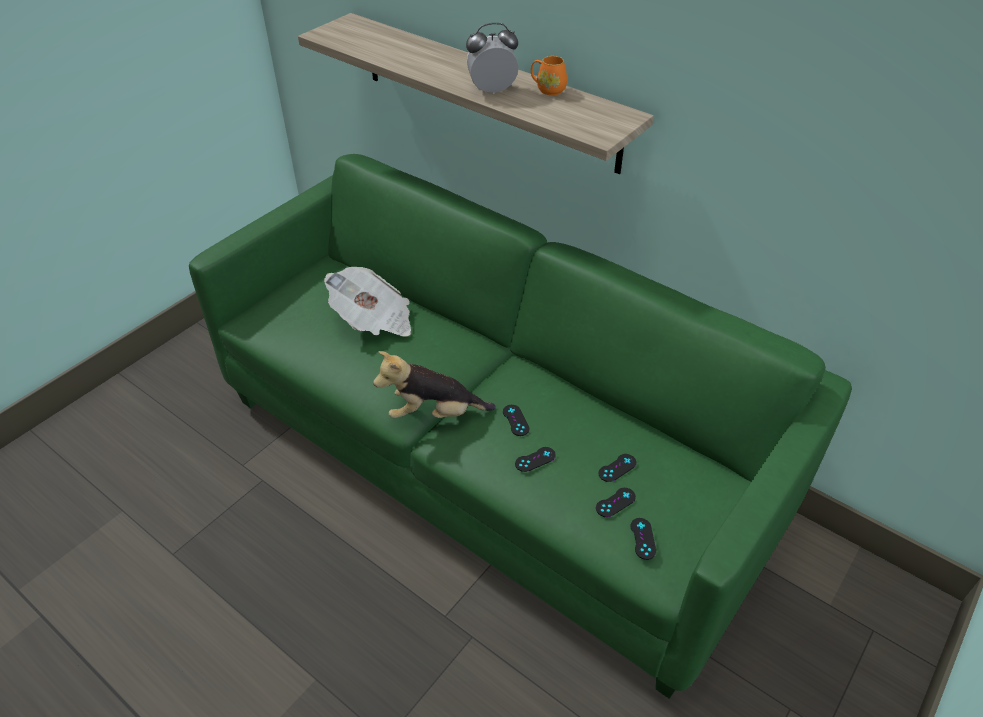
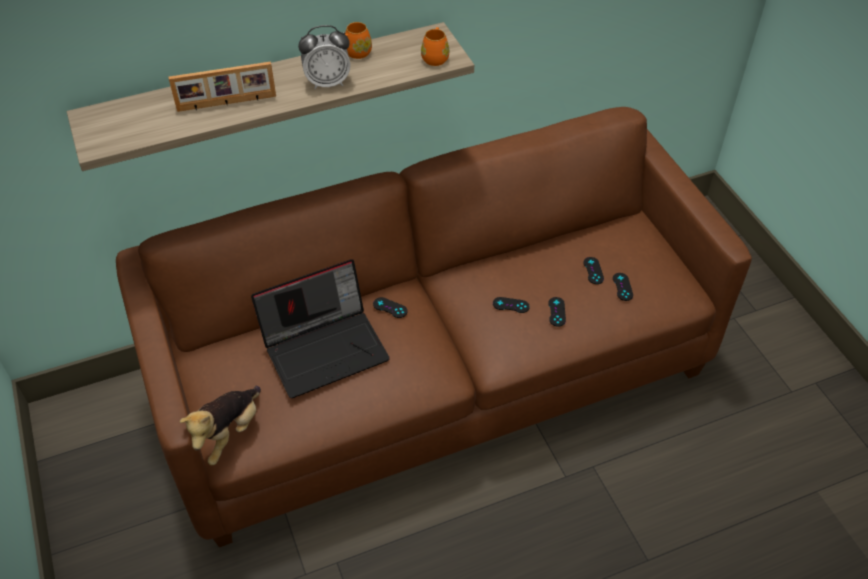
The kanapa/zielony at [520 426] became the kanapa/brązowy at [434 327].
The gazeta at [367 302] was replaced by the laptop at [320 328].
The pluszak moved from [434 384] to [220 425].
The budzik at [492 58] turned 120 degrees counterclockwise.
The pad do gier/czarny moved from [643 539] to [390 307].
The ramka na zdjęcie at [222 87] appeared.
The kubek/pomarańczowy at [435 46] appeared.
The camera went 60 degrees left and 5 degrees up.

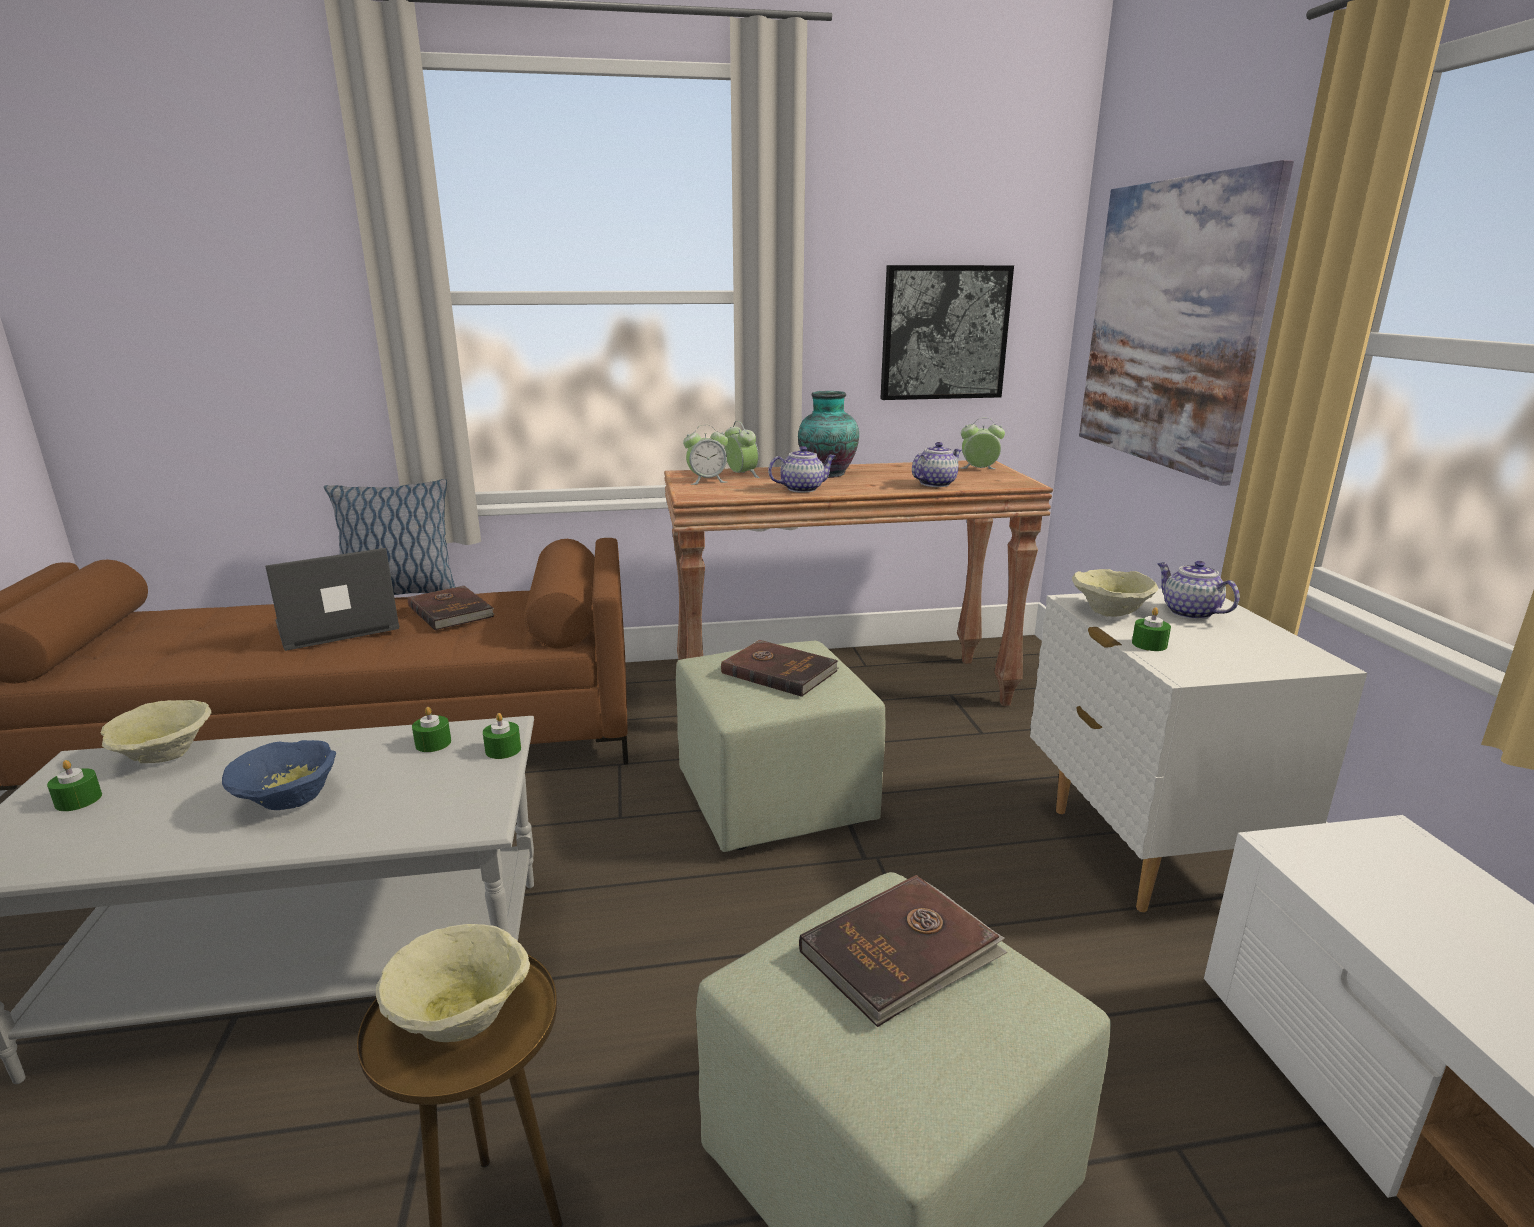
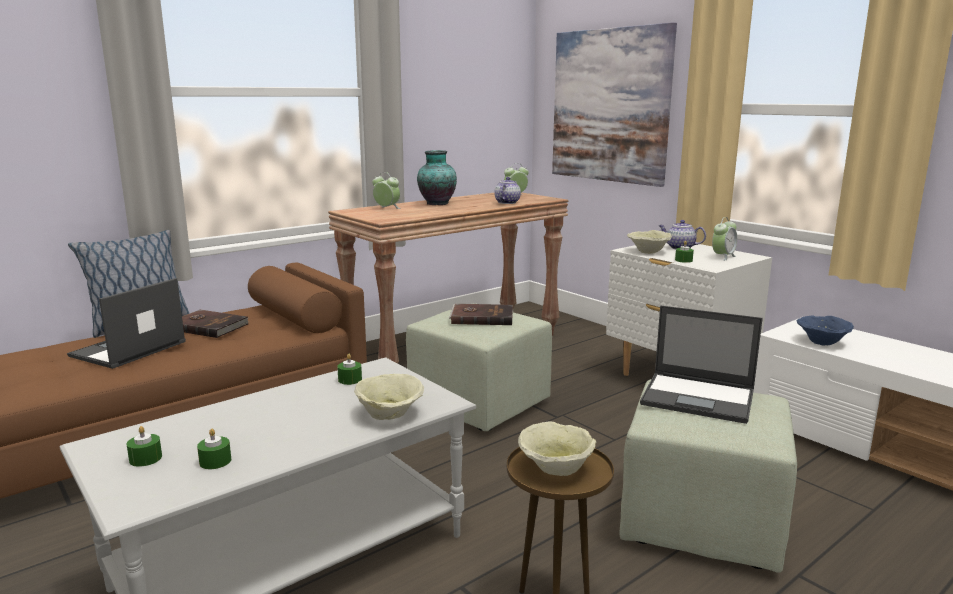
The miska/beżowy moved from [156 731] to [389 397].
The miska/niebieski moved from [279 775] to [825 331].
The świeca/zielony moved from [502 736] to [214 449].
The budzik moved from [705 455] to [724 239].
The imbryk at [802 469] disappeared.
The książka/brązowy at [903 951] was replaced by the laptop at [701 364].
The obraz at [947 332] disappeared.
The camera went 30 degrees left and 5 degrees down.

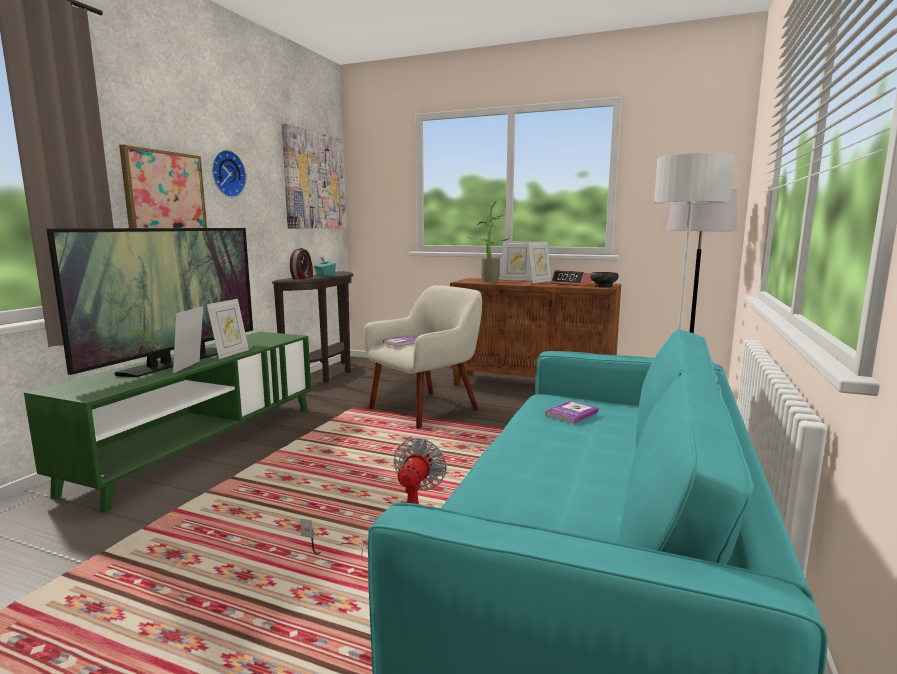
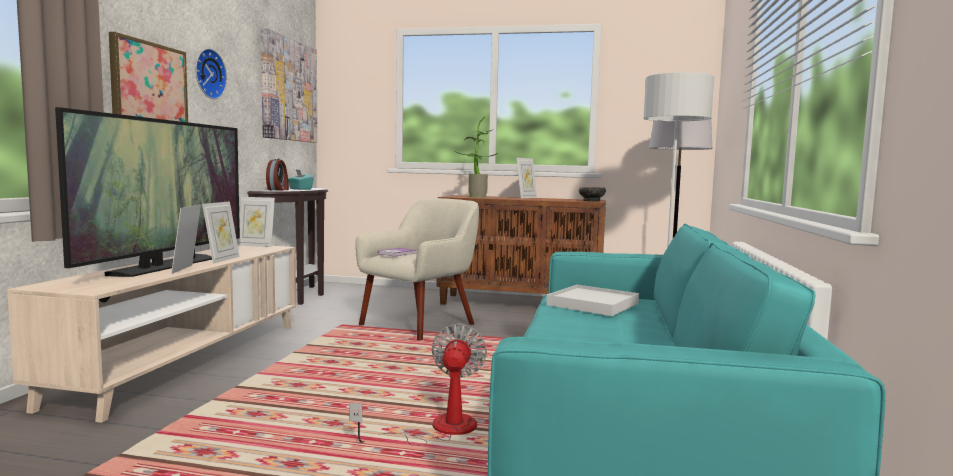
The szafka pod telewizor/zielony at [167 422] became the szafka pod telewizor/beżowy at [151 334].
The ramka na zdjęcie moved from [517 261] to [256 222].
The książka at [571 412] was replaced by the taca/biały at [592 300].
The budzik at [571 278] disappeared.
The camera went 10 degrees left and 5 degrees down.

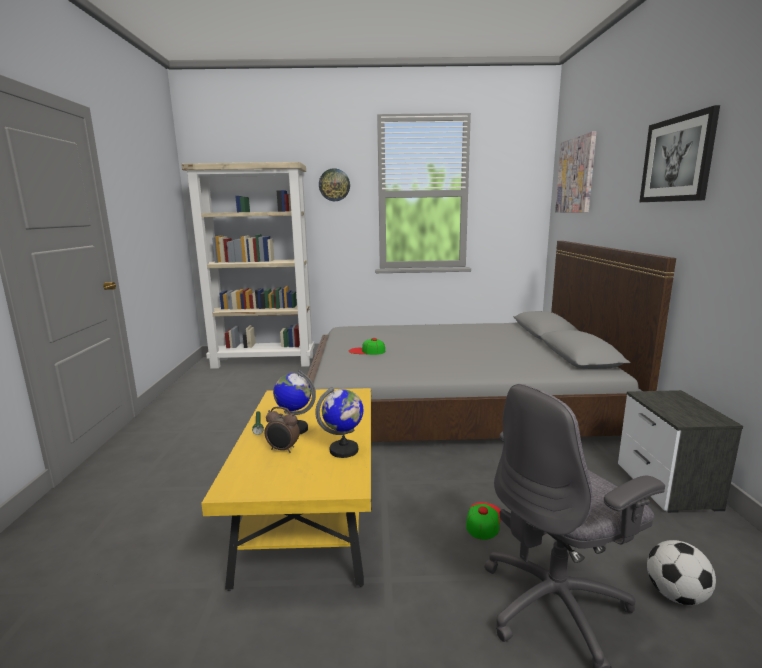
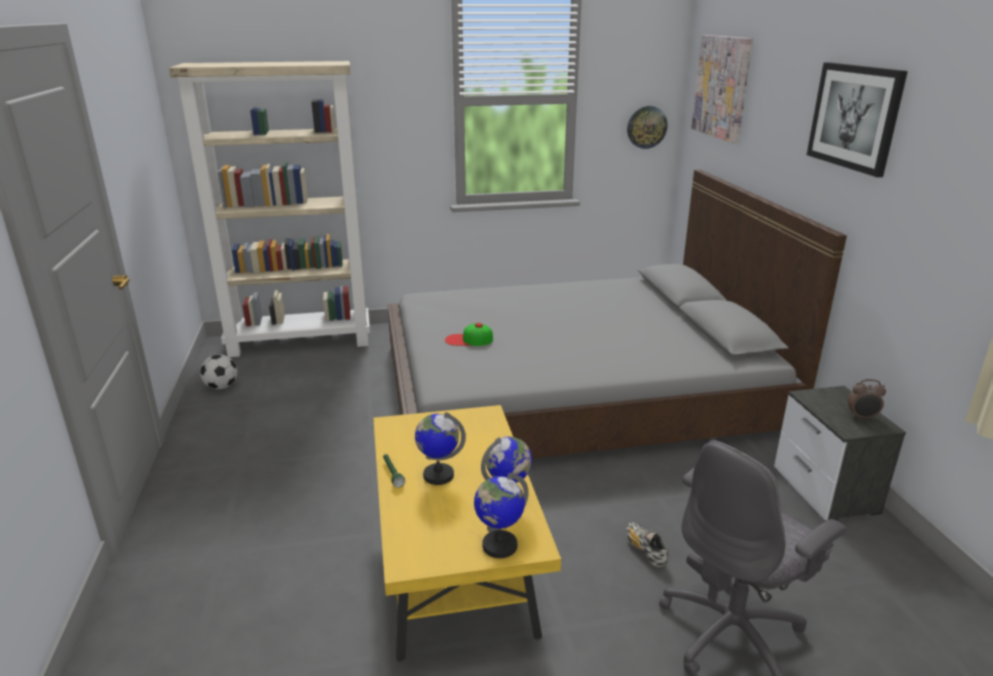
The budzik moved from [282 430] to [866 399].
The zegar ścienny moved from [334 184] to [647 127].
The czapka z daszkiem at [483 521] was replaced by the but at [647 544].
The piłka futbolowa moved from [681 572] to [218 371].
The globus at [501 515] appeared.
The camera went 10 degrees left and 10 degrees up.

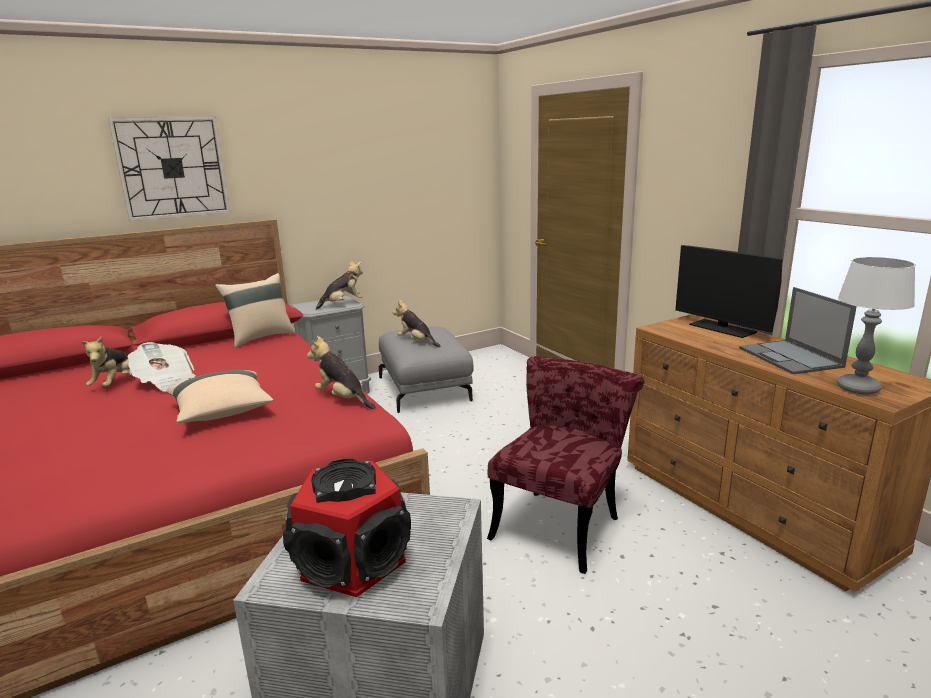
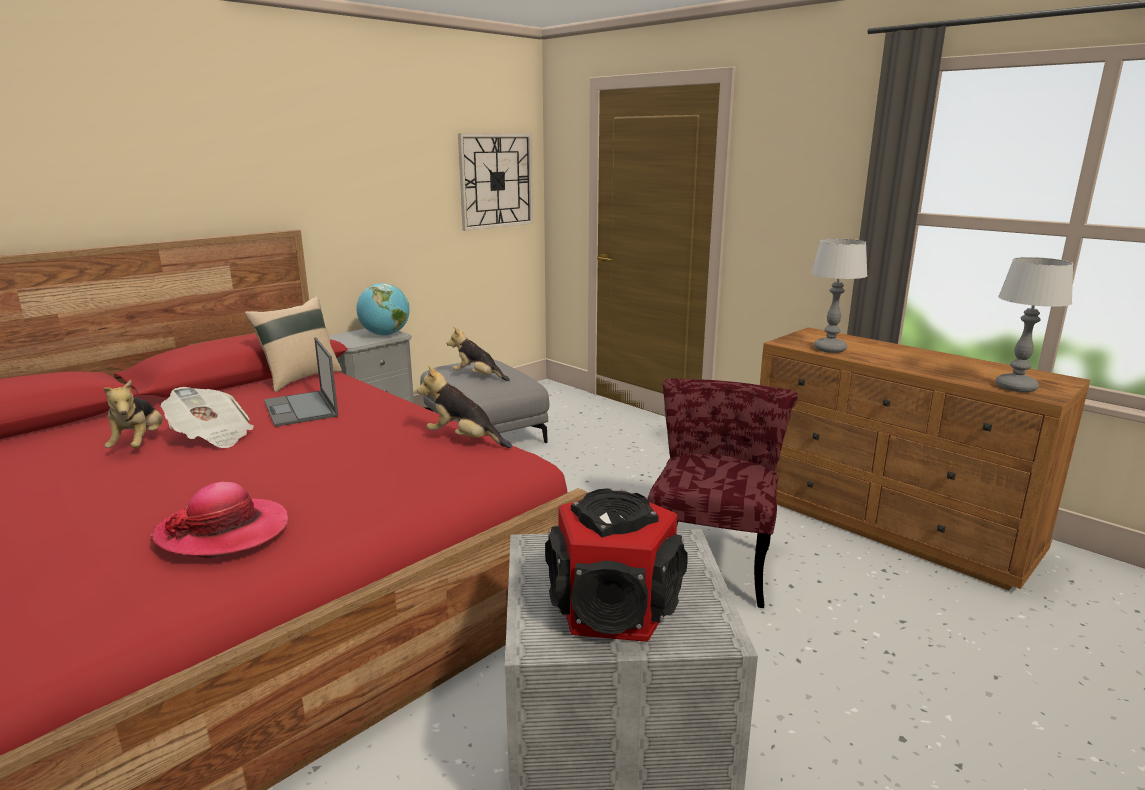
The zegar ścienny moved from [169 168] to [495 182].
The poduszka/beżowy at [220 396] disappeared.
The pluszak at [339 285] was replaced by the globus at [382 309].
The monitor at [729 291] disappeared.
The laptop moved from [798 330] to [301 382].
The kapelusz at [219 520] appeared.
The lampa stołowa at [839 296] appeared.
The camera went 15 degrees left and 0 degrees up.

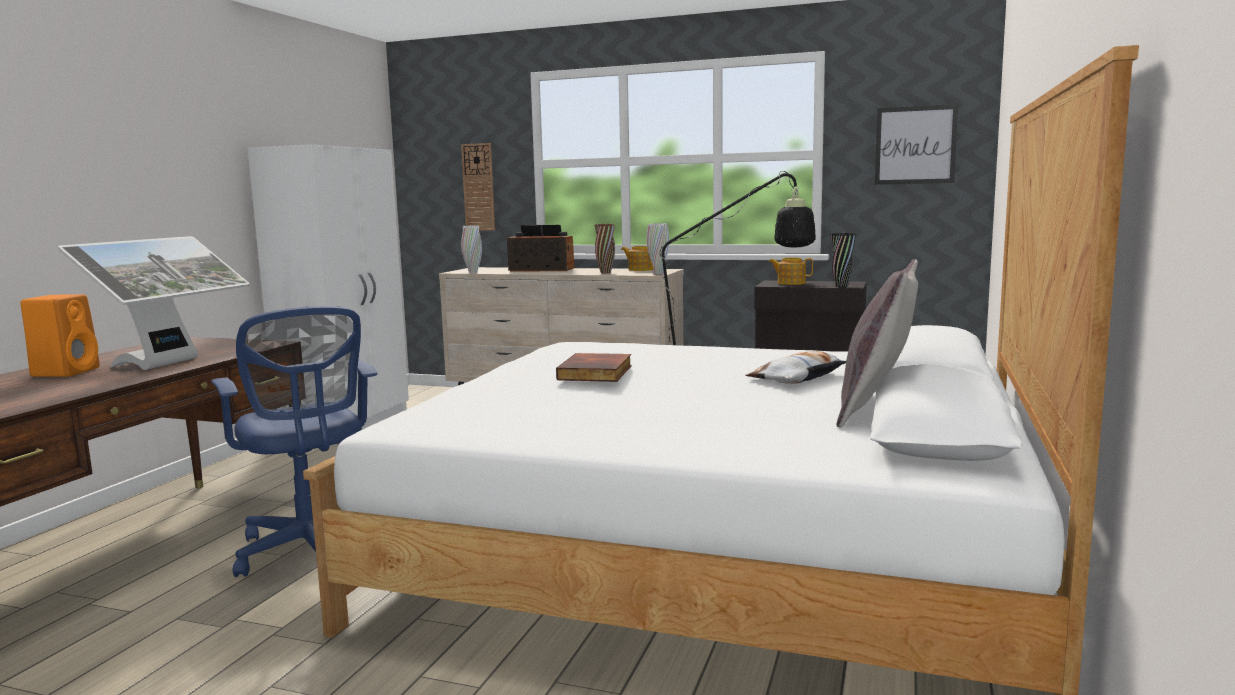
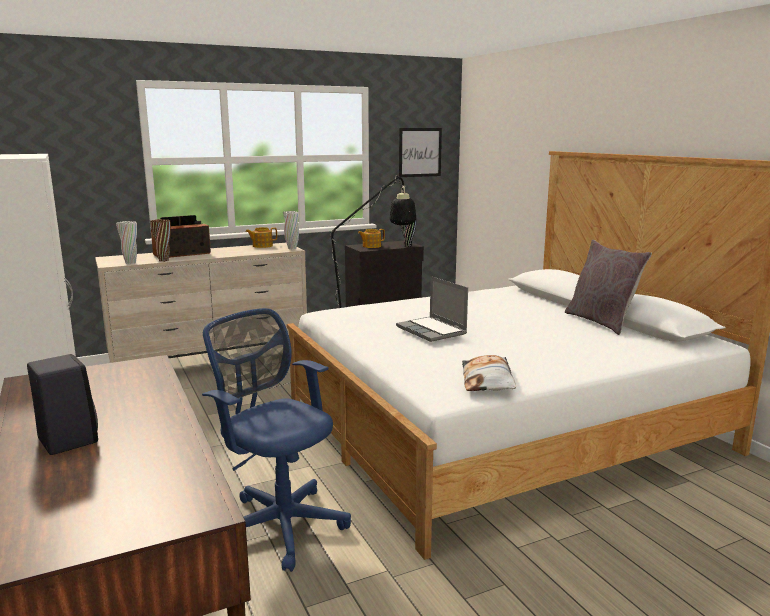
The głośnik/pomarańczowy at [60 335] became the głośnik/czarny at [62 404].
The monitor at [154 303] disappeared.
The krzesło biurowe/niebieski at [294 441] turned 150 degrees counterclockwise.
The zegar ścienny at [478 187] disappeared.
The książka at [594 367] was replaced by the laptop at [432 309].
The wazon/brązowy moved from [605 249] to [160 240].
The poduszka moved from [795 367] to [489 373].
The camera went 45 degrees left and 5 degrees up.

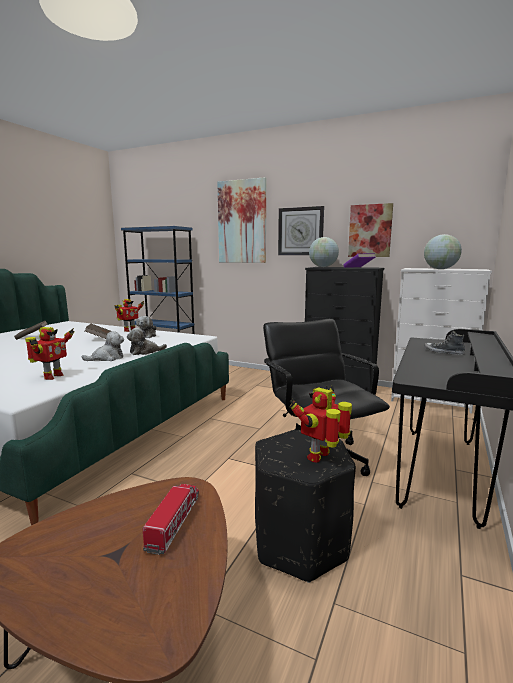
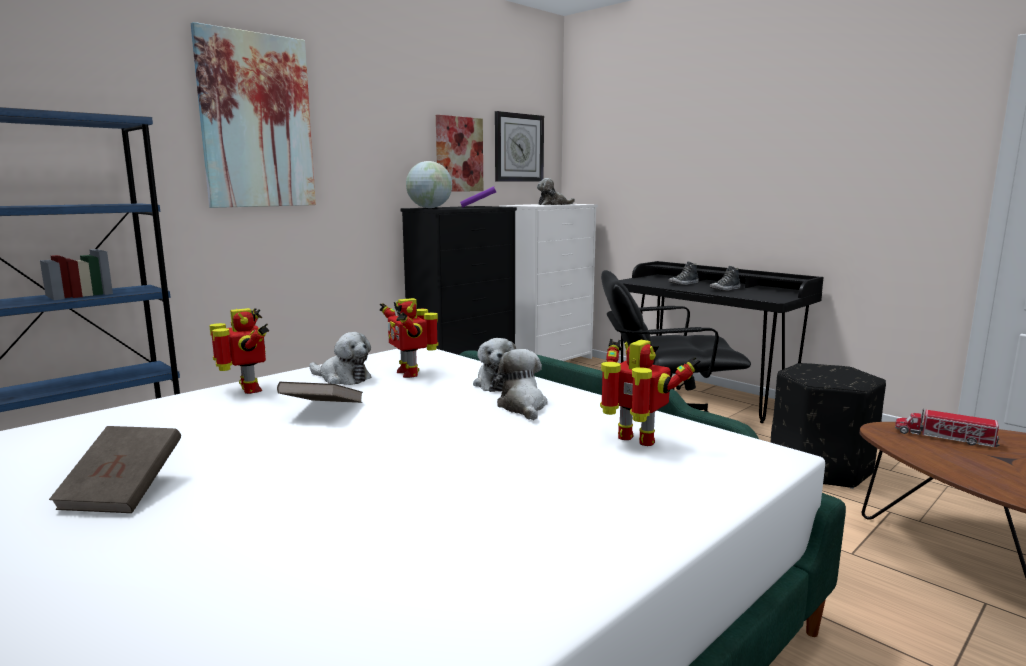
The zegar ścienny moved from [301 230] to [519 146].
The robot zabawkowy moved from [320 424] to [408 338].
The globus at [443 251] was replaced by the pluszak at [556 191].
The but at [725 278] appeared.
The camera went 70 degrees left and 0 degrees up.

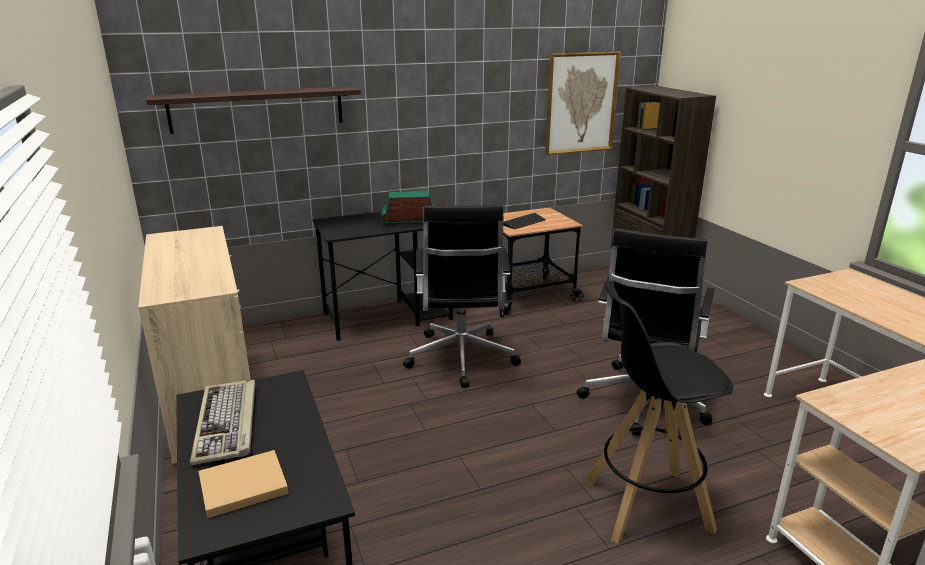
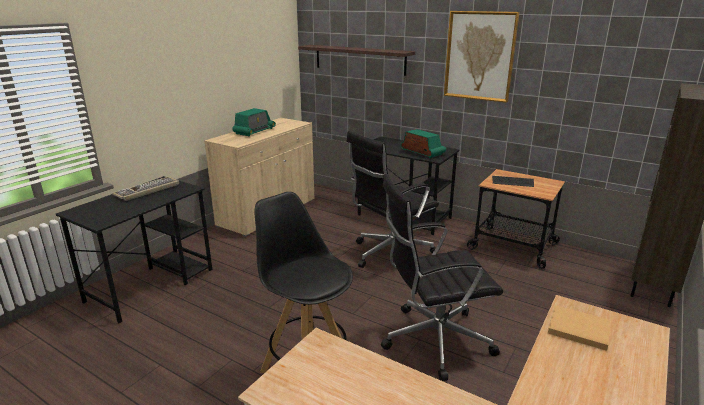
The książka/beżowy moved from [244 484] to [579 328].
The obraz moved from [583 103] to [482 57].
The radio at [254 122] appeared.
The camera went 55 degrees right and 0 degrees up.

